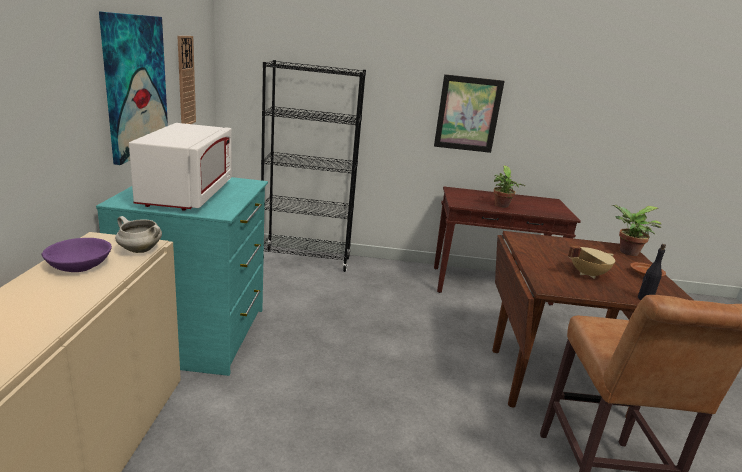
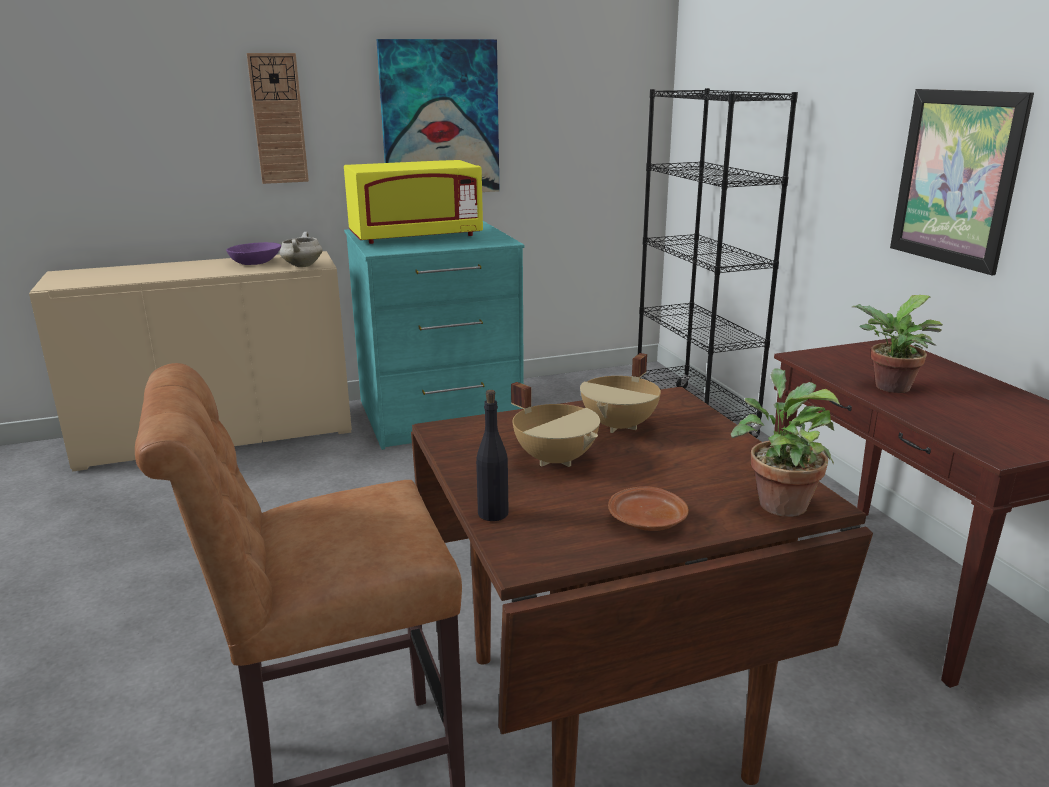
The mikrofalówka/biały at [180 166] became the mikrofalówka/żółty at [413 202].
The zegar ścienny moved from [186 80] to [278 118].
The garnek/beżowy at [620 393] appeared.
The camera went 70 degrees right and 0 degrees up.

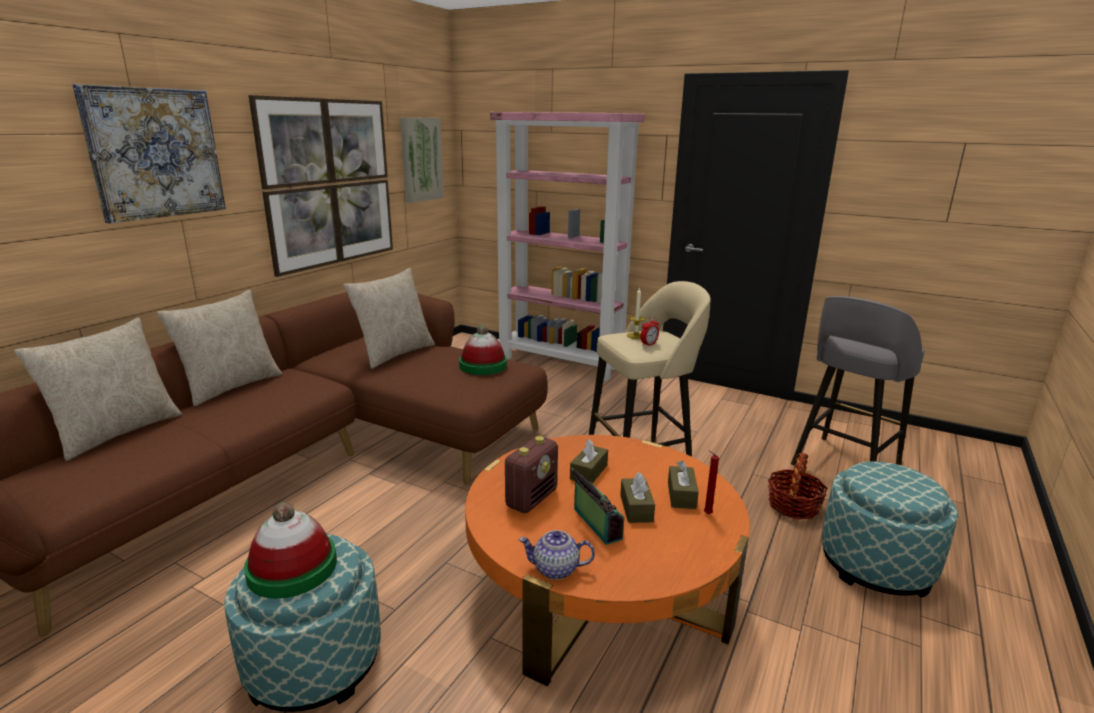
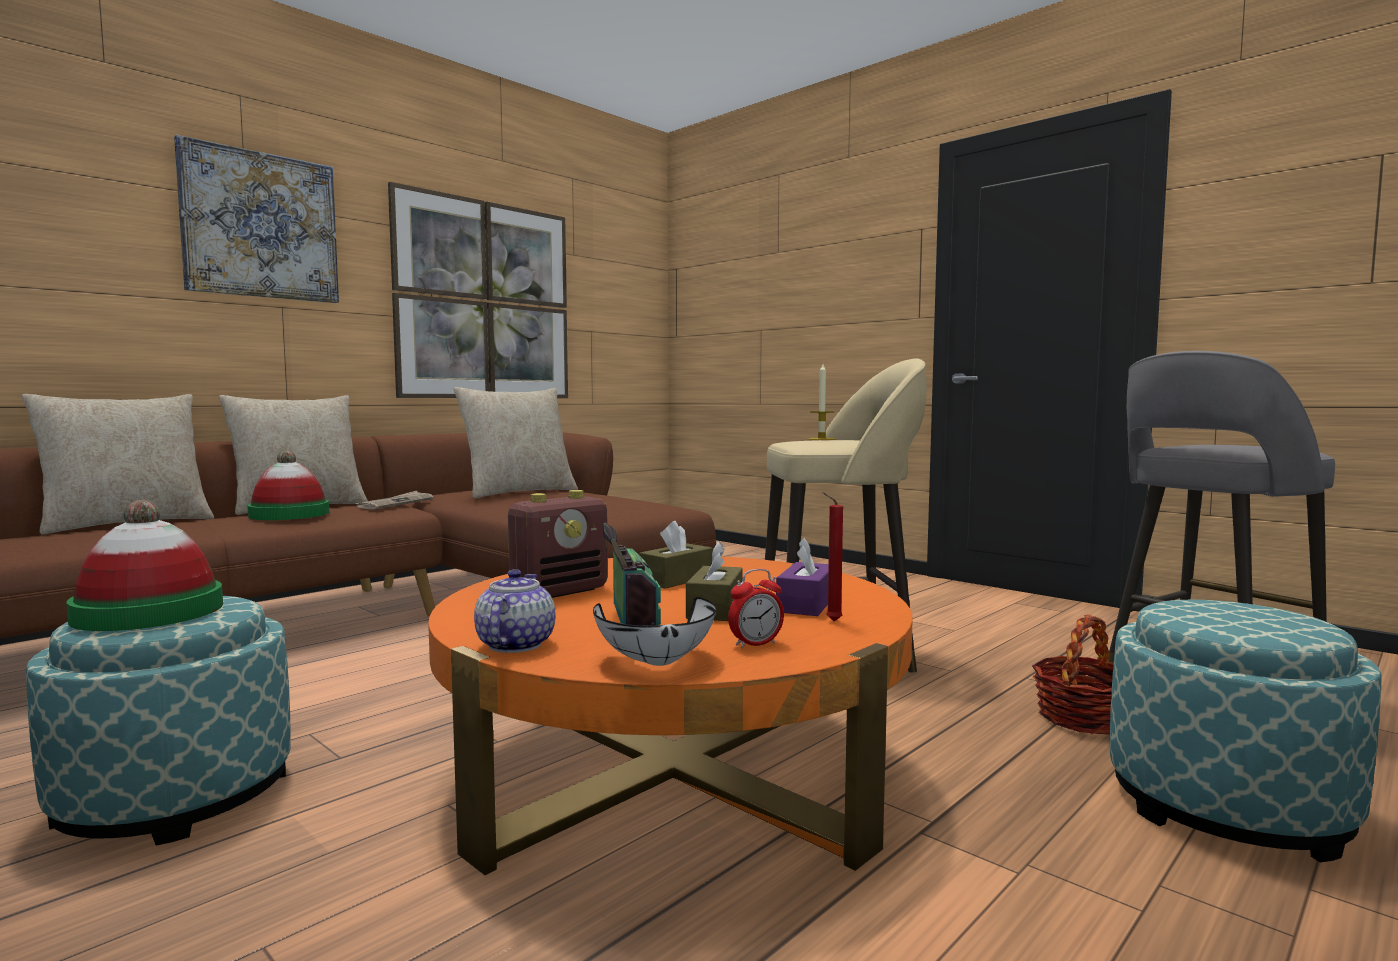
The obraz at [422 160] disappeared.
The kapelusz moved from [483 350] to [288 485].
The regał/różowy at [567 247] disappeared.
The imbryk at [556 555] turned 75 degrees clockwise.
The budzik moved from [649 332] to [756 608].
The pudełko chusteczek/brązowy at [683 485] became the pudełko chusteczek/fioletowy at [802 577].
The gazeta at [394 500] appeared.
The miska/biały at [654 631] appeared.
The camera went 15 degrees right and 15 degrees down.

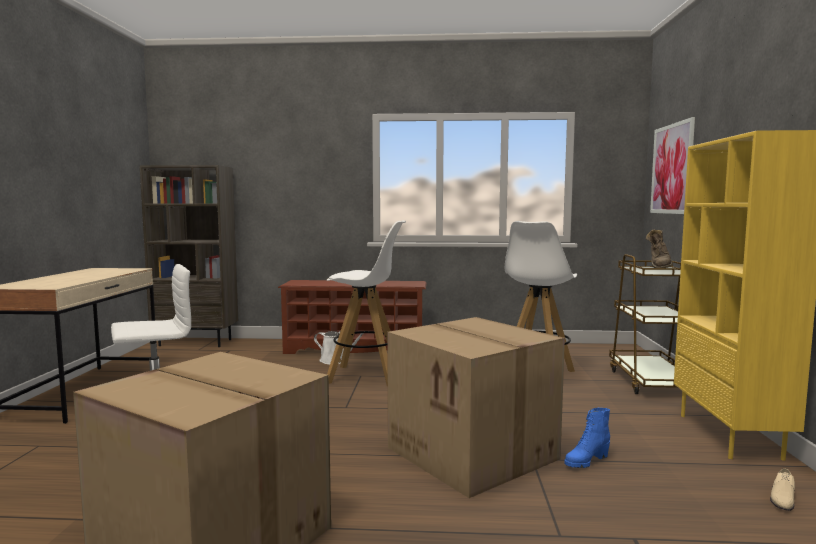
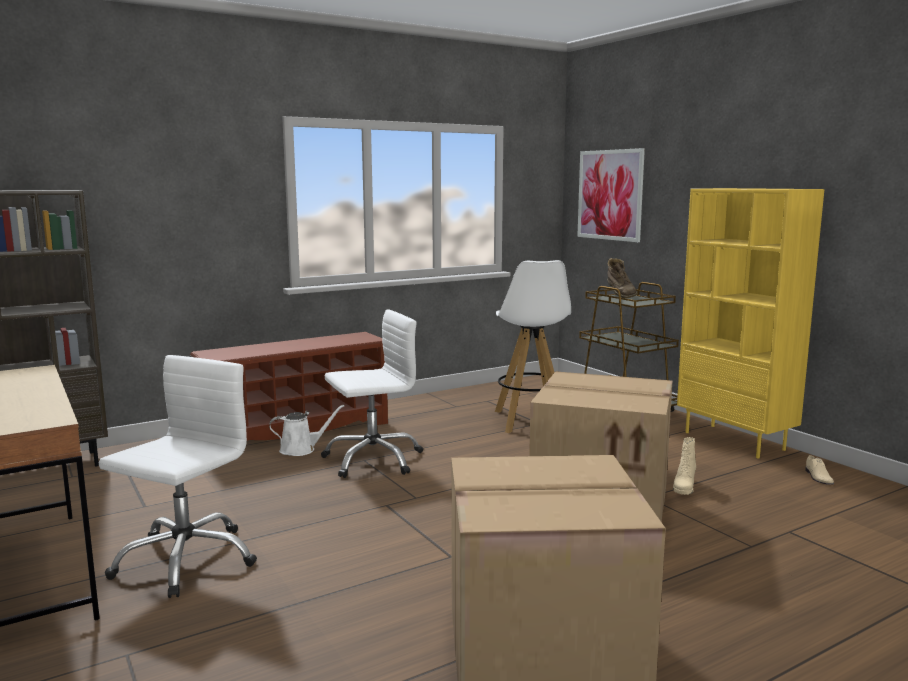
The stołek/biały at [366 303] was replaced by the krzesło biurowe/biały at [372 393].
The but z cholewką/niebieski at [587 438] became the but z cholewką/beżowy at [684 466].
The camera went 35 degrees left and 5 degrees up.

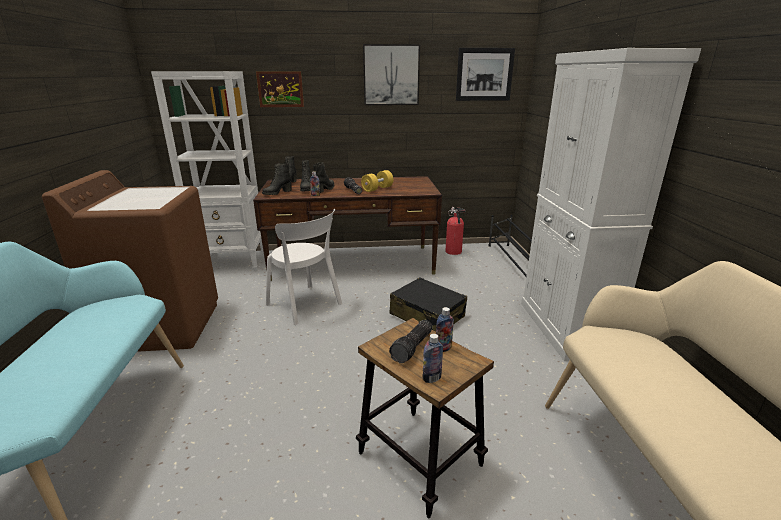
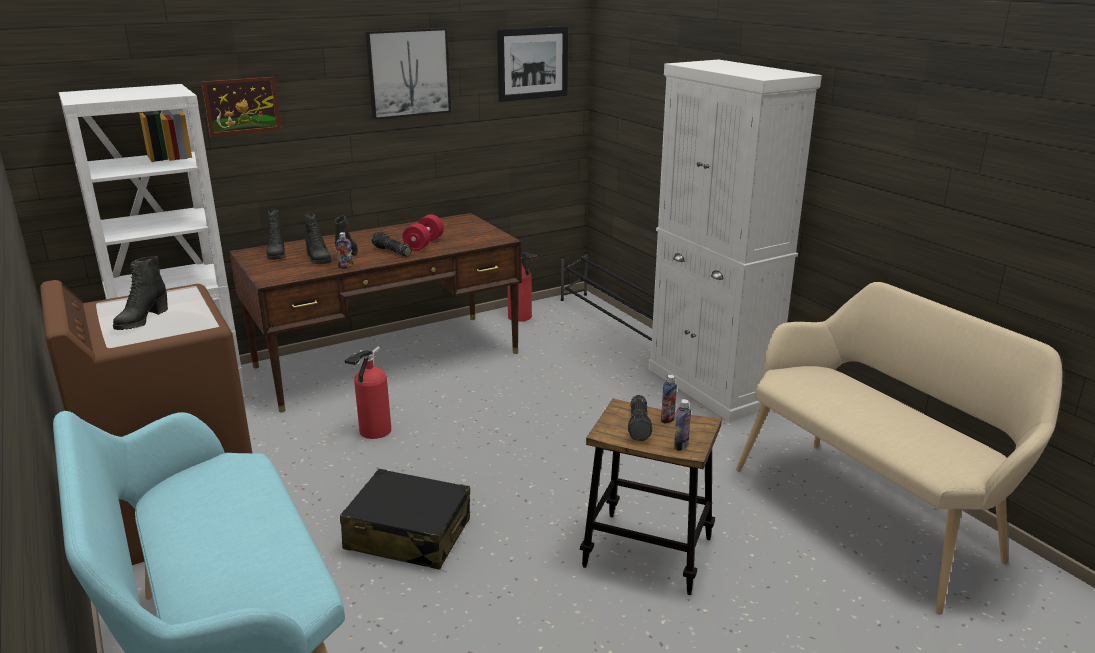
The but z cholewką/czarny moved from [277 179] to [140 293].
The krzesło/biały at [304 267] was replaced by the gaśnica at [368 393].
The hantel/żółty at [377 181] became the hantel/czerwony at [423 232].
The walizka/czarny moved from [428 304] to [405 519].
The camera went 25 degrees left and 0 degrees up.

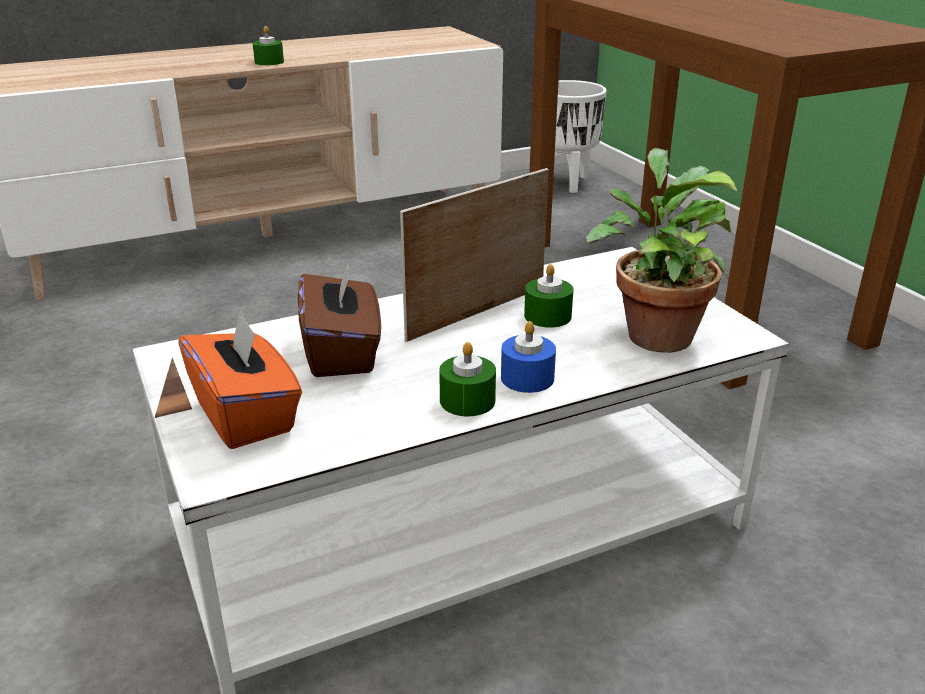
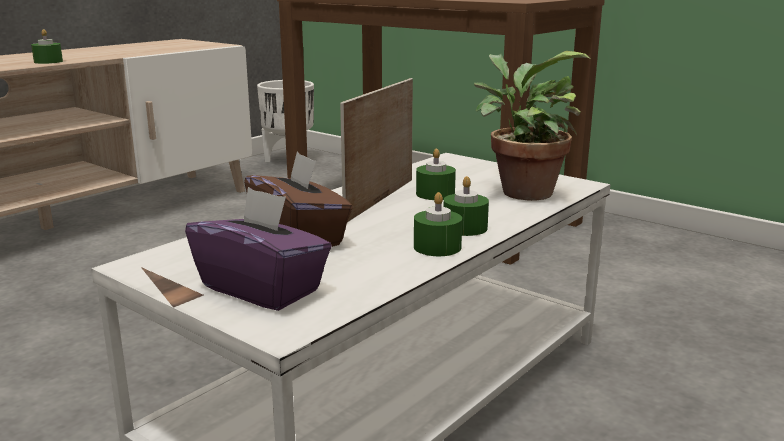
The pudełko chusteczek/pomarańczowy at [240 379] became the pudełko chusteczek/fioletowy at [258 249].
The świeca/niebieski at [528 357] became the świeca/zielony at [466 206].
The camera went 25 degrees left and 10 degrees down.

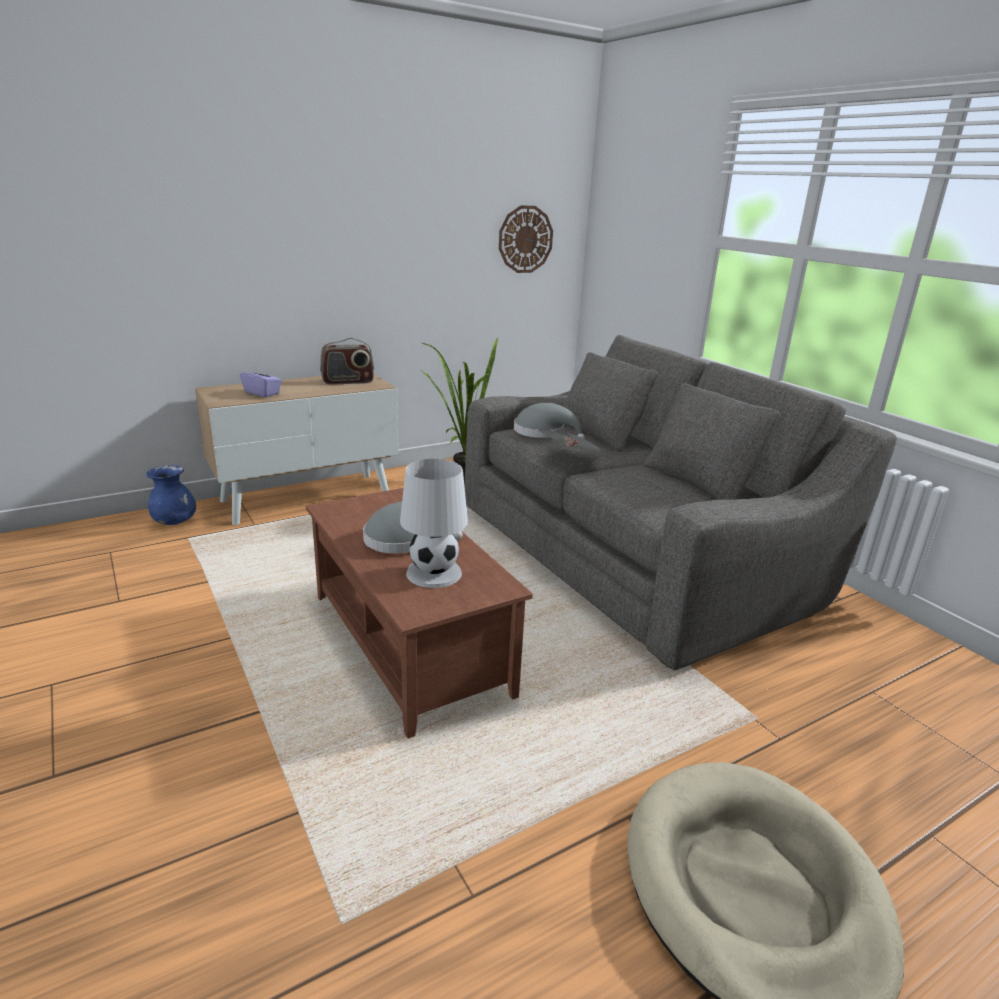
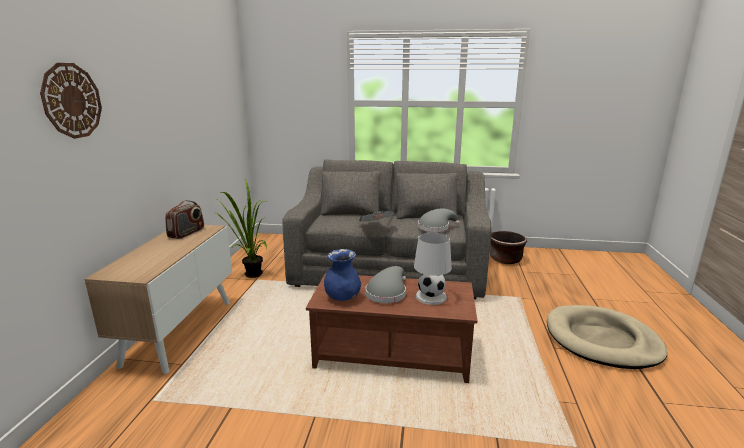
The wazon/niebieski moved from [171 495] to [342 275].
The pudełko chusteczek/fioletowy at [261 380] disappeared.
The zegar ścienny moved from [526 239] to [71 101].
The kapelusz/szary moved from [549 421] to [439 220].
The donica/brązowy at [508 247] appeared.
The camera went 50 degrees left and 5 degrees down.

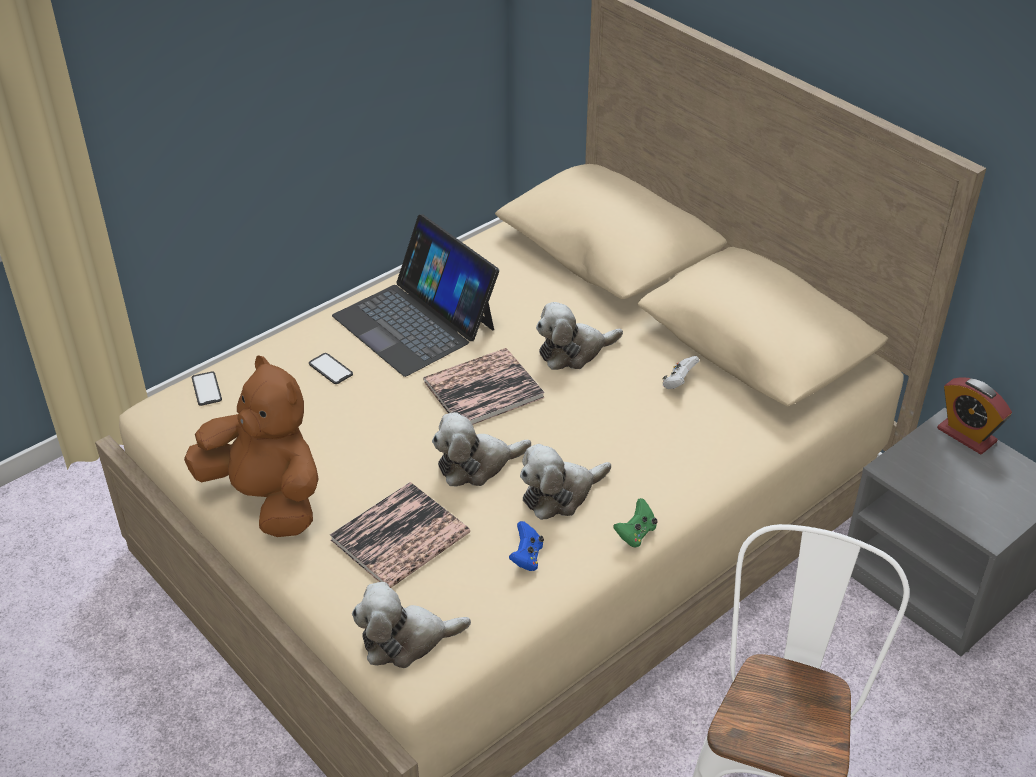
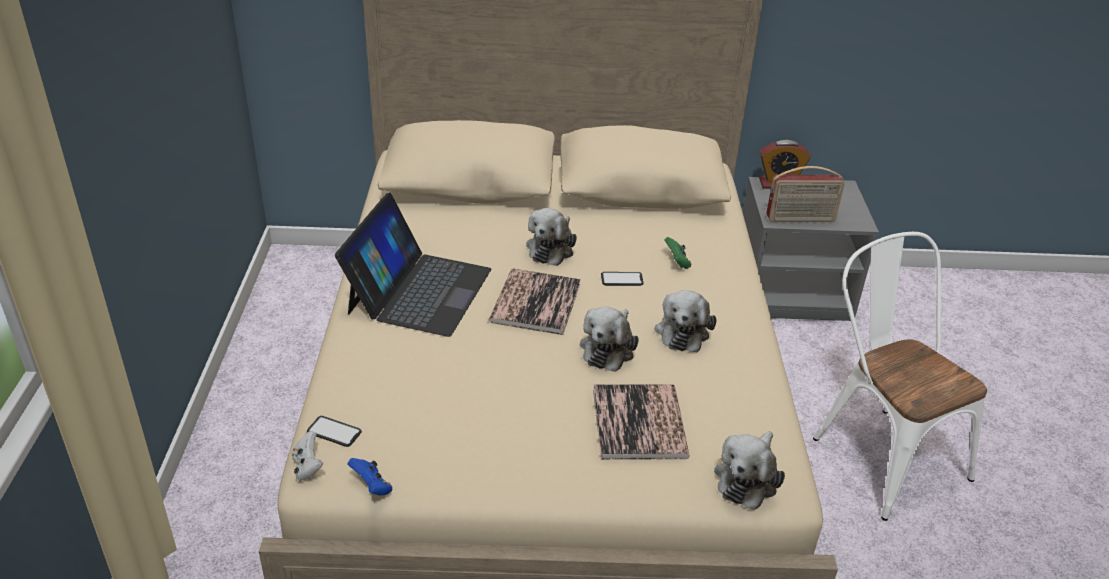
The pluszak/brązowy at [251 446] disappeared.
The telefon moved from [331 368] to [622 279].
The laptop at [415 295] turned 75 degrees counterclockwise.
The pad do gier/niebieski moved from [526 546] to [369 477].
The pad do gier/zielony moved from [635 522] to [678 253].
The pad do gier/biały moved from [681 372] to [307 455].
The radio at [805 194] appeared.
The camera went 50 degrees left and 5 degrees down.

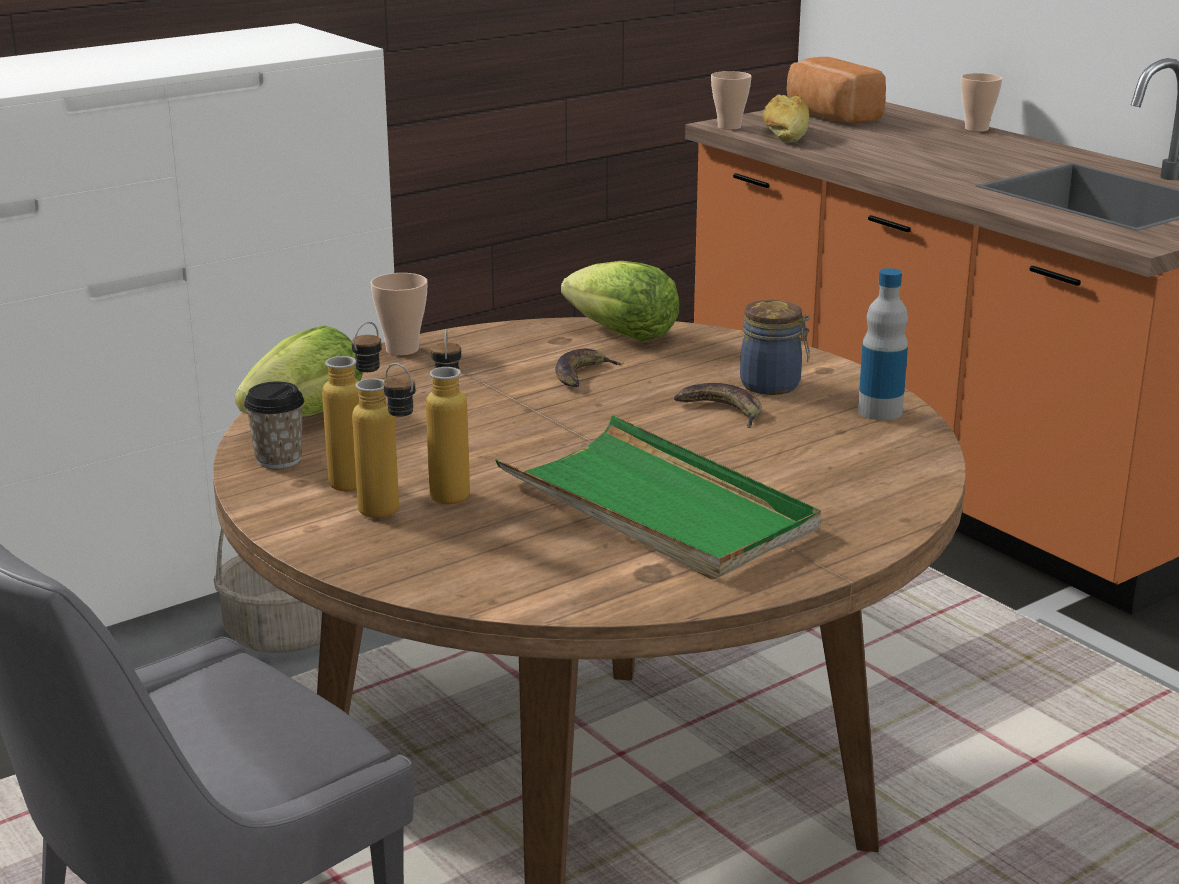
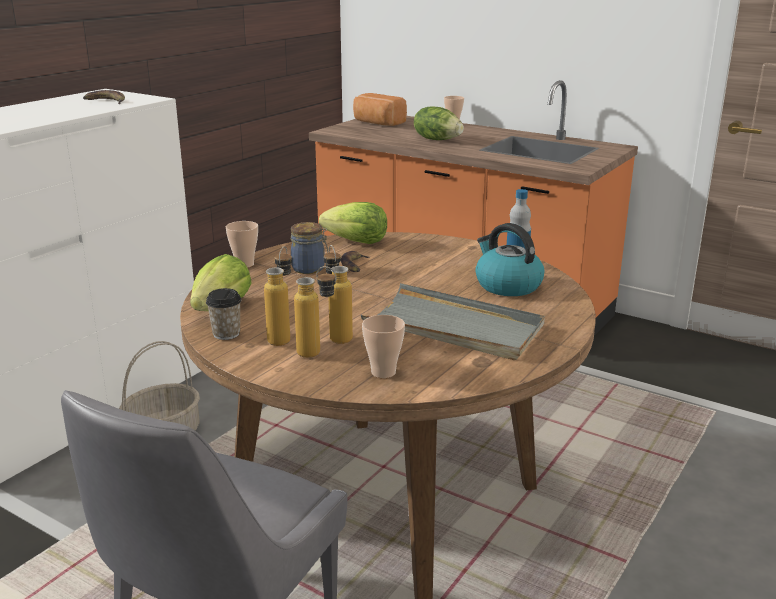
The taca/zielony at [658 497] became the taca/szary at [453 321].
The banan moved from [718 405] to [104 97].
The filiżanka moved from [731 100] to [383 346].
The słoik moved from [775 347] to [309 248].
The chleb at [786 118] disappeared.
The sałata at [439 123] appeared.
The czajnik at [510 259] appeared.
The camera went 20 degrees left and 0 degrees up.

